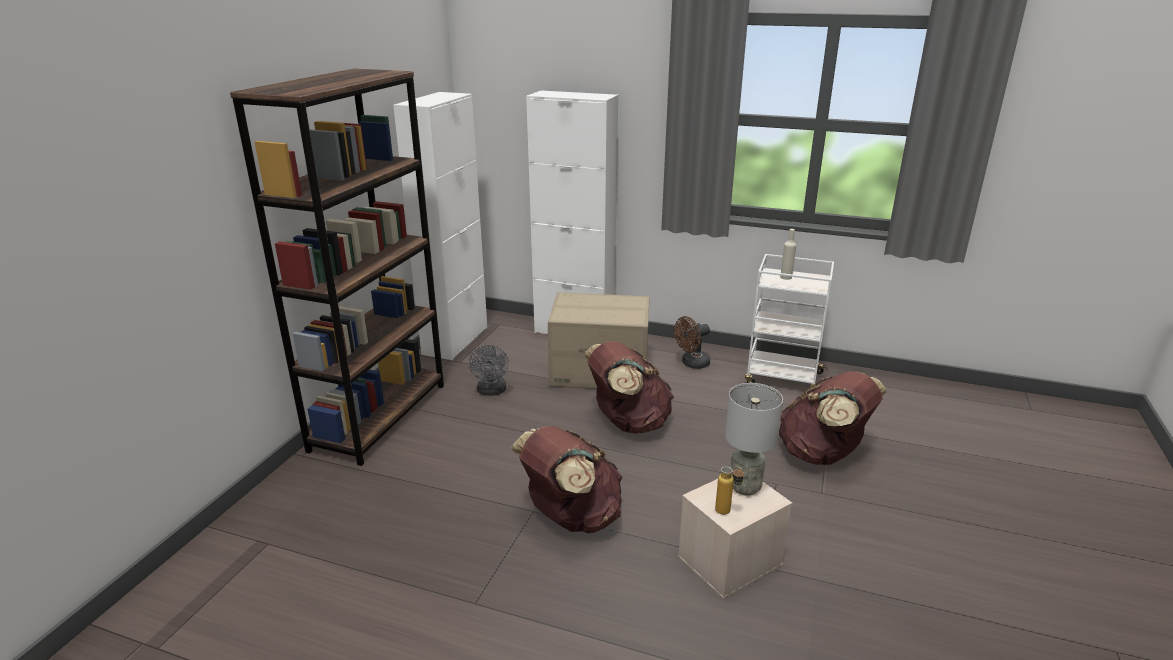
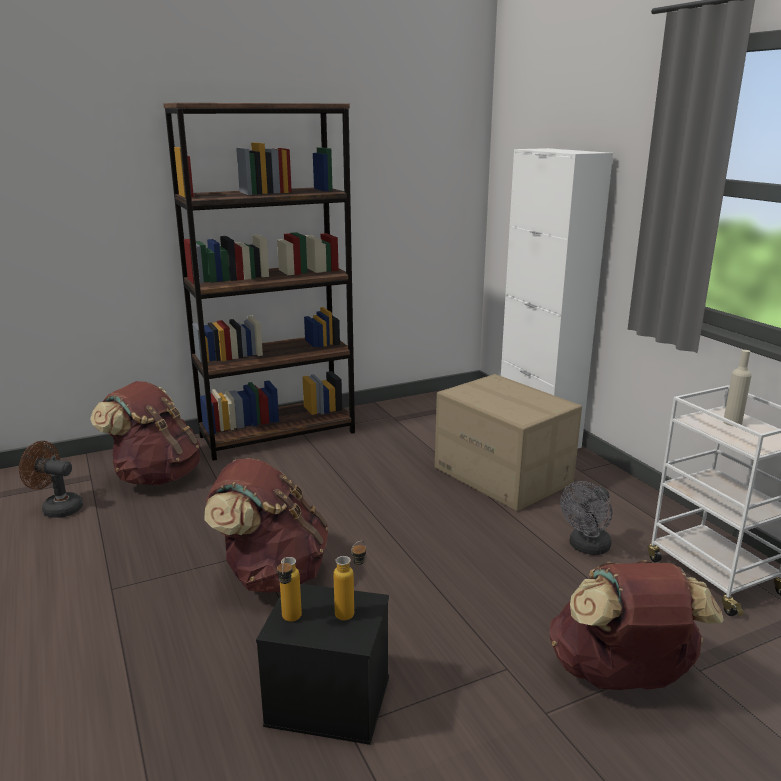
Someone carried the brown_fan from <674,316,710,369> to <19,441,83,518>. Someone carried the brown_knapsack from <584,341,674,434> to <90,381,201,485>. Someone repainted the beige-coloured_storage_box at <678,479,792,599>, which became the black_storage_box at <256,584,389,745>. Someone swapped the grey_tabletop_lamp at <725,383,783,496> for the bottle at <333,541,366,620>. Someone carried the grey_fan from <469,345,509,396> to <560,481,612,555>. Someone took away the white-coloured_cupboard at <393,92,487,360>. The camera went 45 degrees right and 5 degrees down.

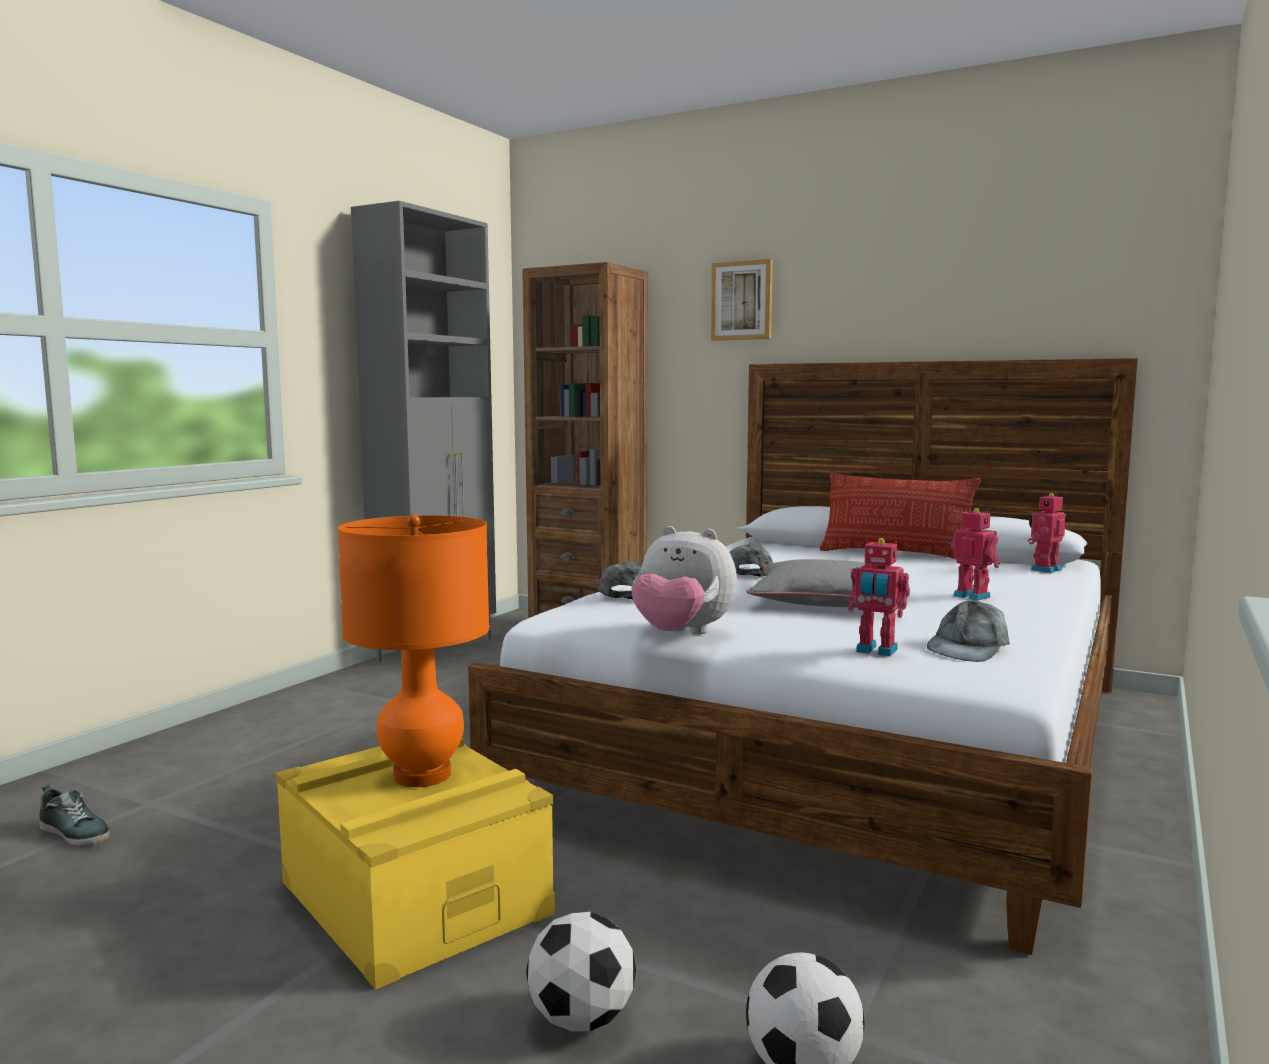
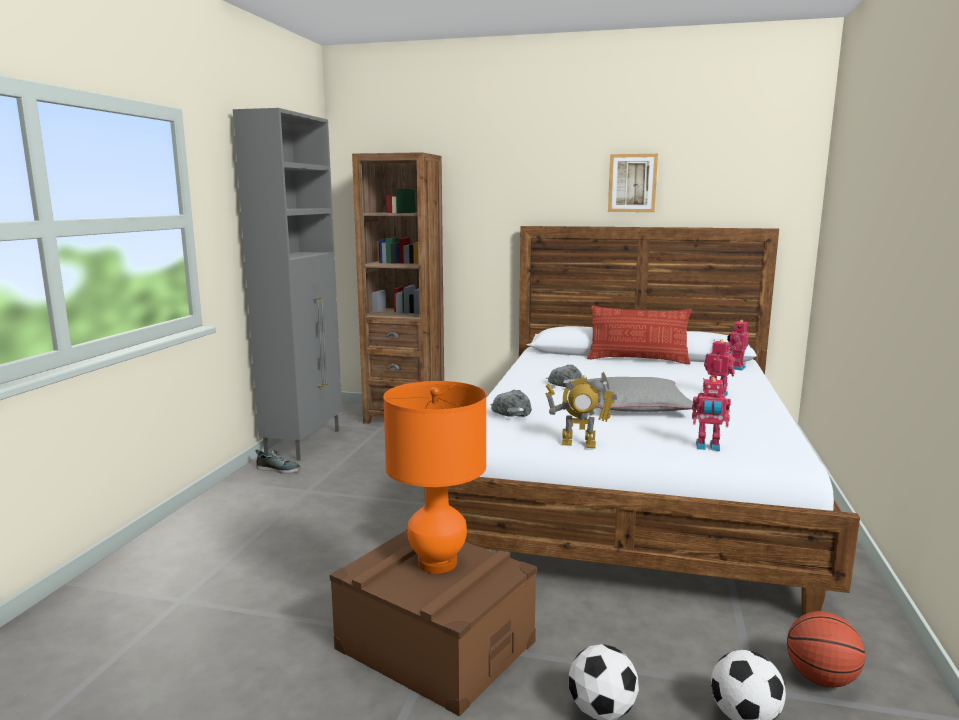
Someone carried the item_of_footwear from <39,785,110,847> to <255,449,301,474>. Someone repainted the yellowish_storage_box at <275,738,555,990>, which became the brown_storage_box at <330,528,537,716>. Someone swapped the plush_toy at <631,526,737,634> for the robot_figure at <545,371,617,448>. Someone carried the wall_picture from <711,259,773,341> to <608,154,658,212>. Someone put down the ball_for_basketball at <787,611,865,687>. Someone took away the grey_peaked_cap at <927,600,1010,662>. The camera went 15 degrees left and 5 degrees up.

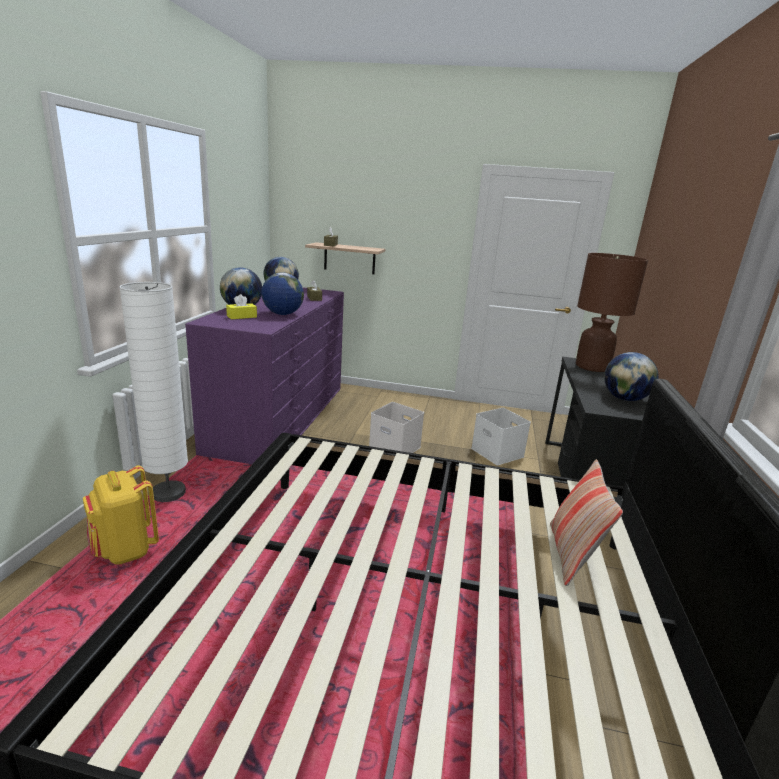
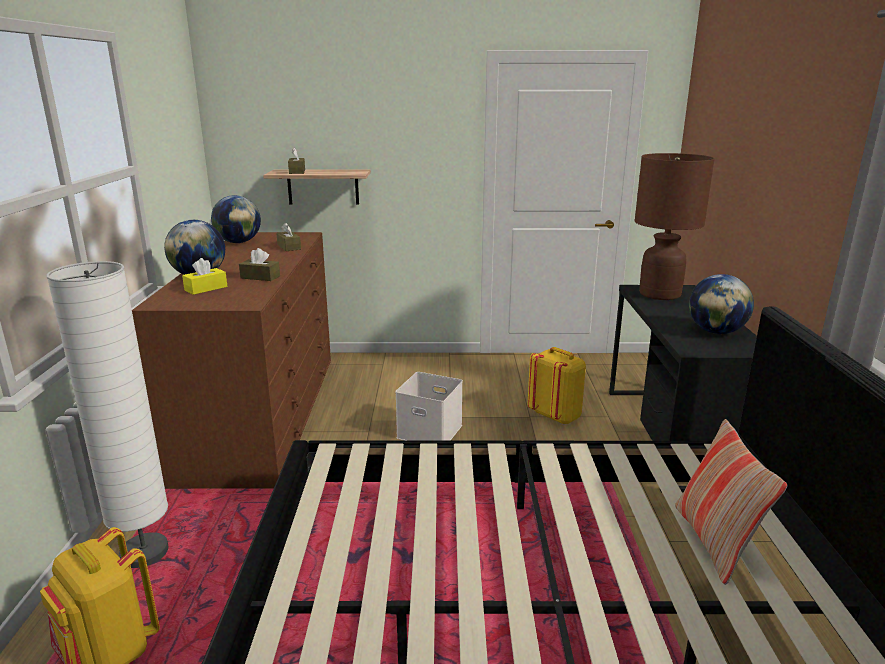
Someone repainted the purple-coloured_dresser at <185,287,344,464>, which became the brown_dresser at <132,232,331,489>. Someone swapped the globe at <261,273,304,315> for the brown_tissue_box at <239,248,280,281>. Someone swapped the white-coloured_storage_box at <471,408,531,465> for the yellowish_knapsack at <527,347,586,425>. The camera went 10 degrees left and 0 degrees up.

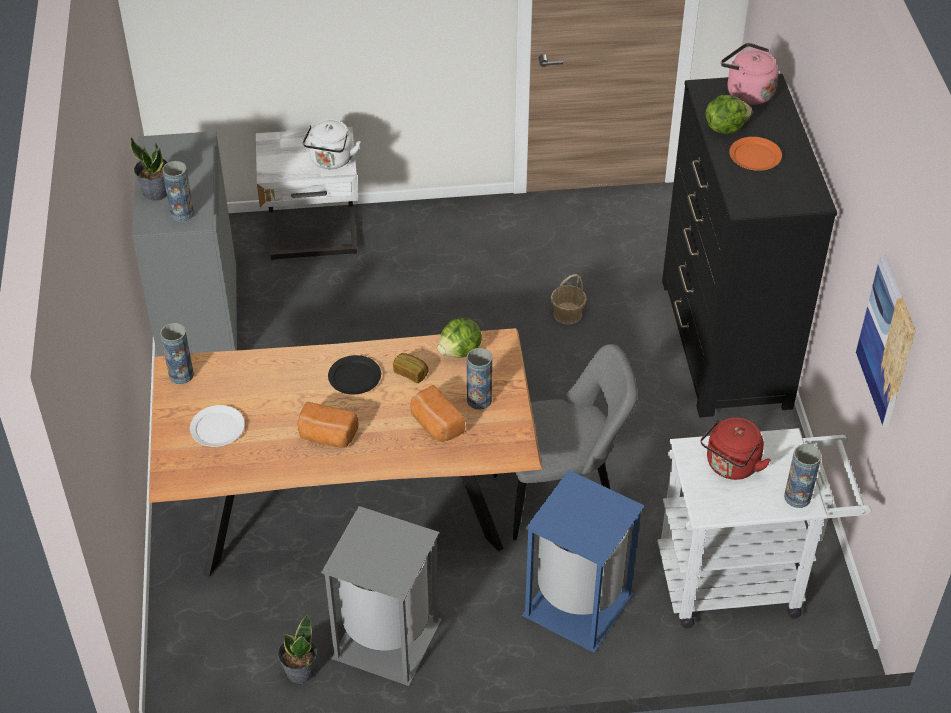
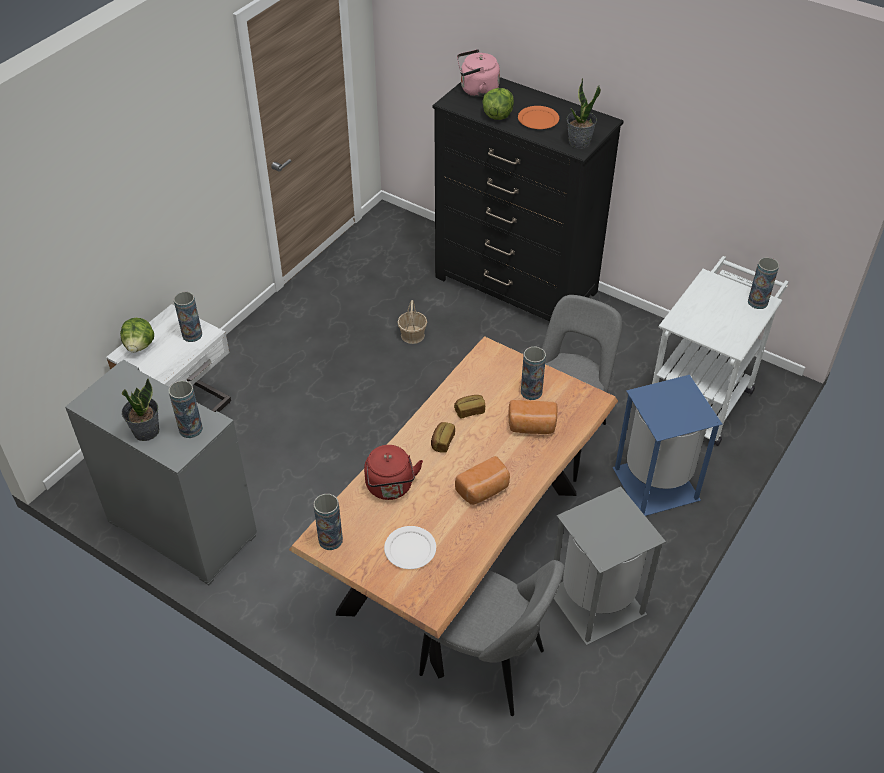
Someone carried the lettuce from <437,318,482,358> to <120,318,154,353>. Someone swapped the white-coloured_kettle at <303,119,361,169> for the flower_vase at <174,291,202,342>. Someone carried the red-coloured_kettle from <701,417,771,480> to <364,445,423,500>. Someone put down the grey_chair at <419,560,564,716>. Someone swapped the black_dinner_plate at <328,355,381,395> for the bread at <431,422,455,453>. Someone carried the houseplant from <278,614,317,684> to <567,78,601,149>. Someone took away the wall_picture at <856,255,916,427>. The camera went 50 degrees left and 0 degrees up.

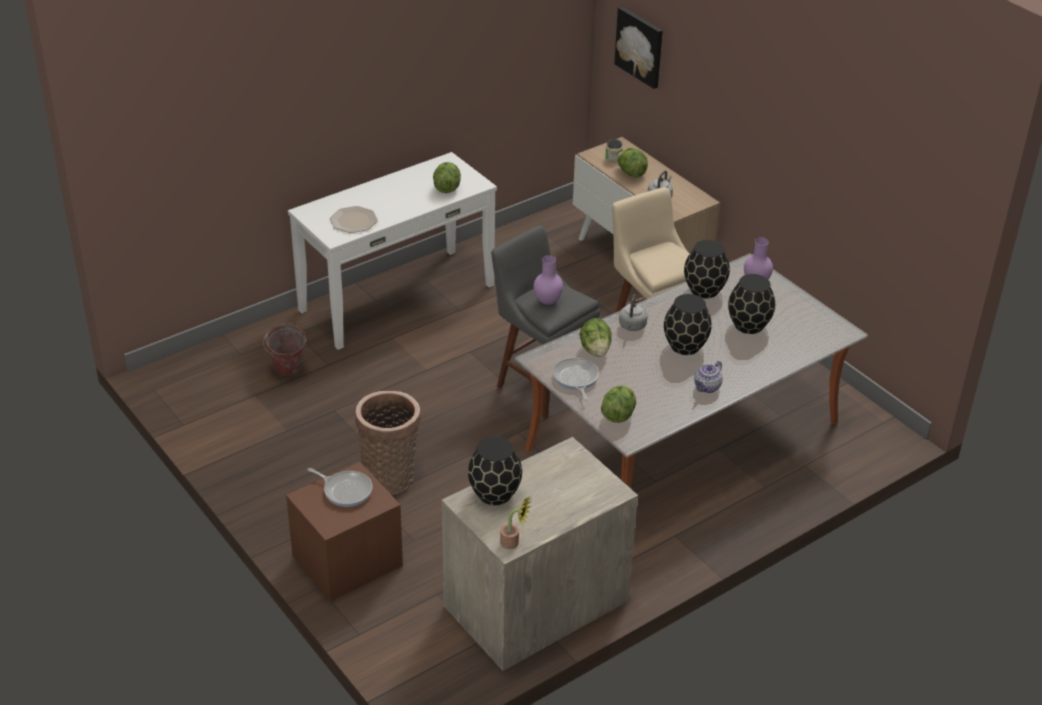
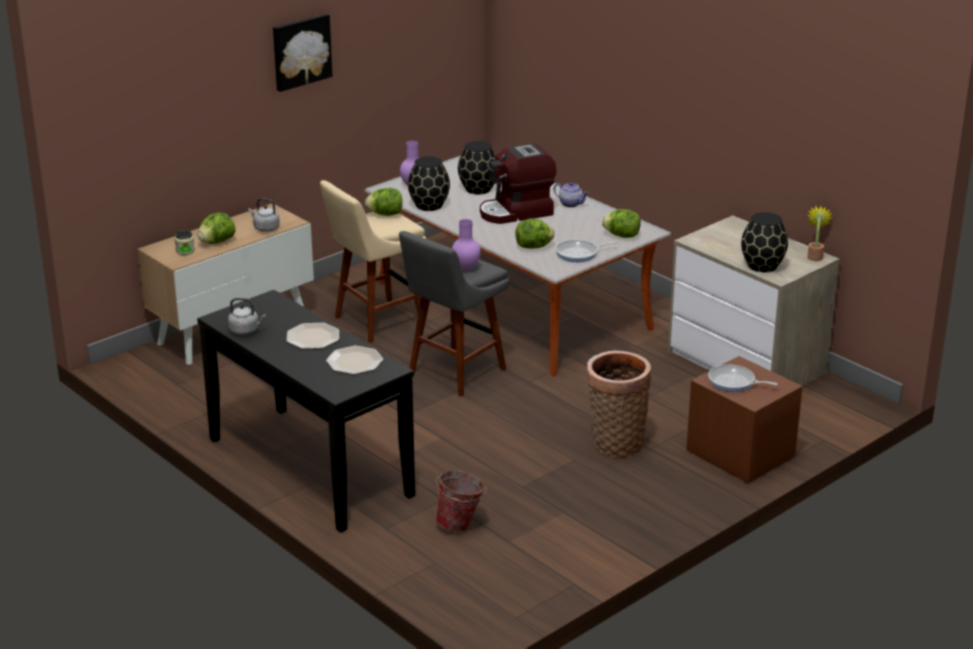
Someone repainted the white-coloured_hall_table at <288,152,497,350>, which became the black_hall_table at <197,290,415,533>. Someone carried the grey_kettle from <619,294,647,331> to <228,298,266,335>. Someone carried the wall_picture from <614,7,663,89> to <273,14,333,92>. Someone put down the dinner_plate at <286,323,339,349>. Someone carried the lettuce from <433,162,461,193> to <365,188,403,216>. Someone swapped the black_flower_vase at <664,294,712,355> for the coffee_brewer at <480,143,557,224>. Someone rotated the frying_pan at <308,468,373,507> by 90 degrees counterclockwise. The camera went 95 degrees left and 10 degrees down.

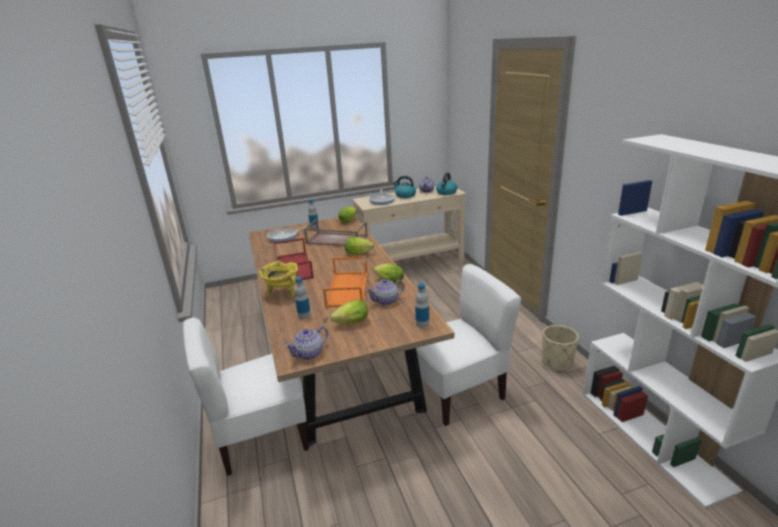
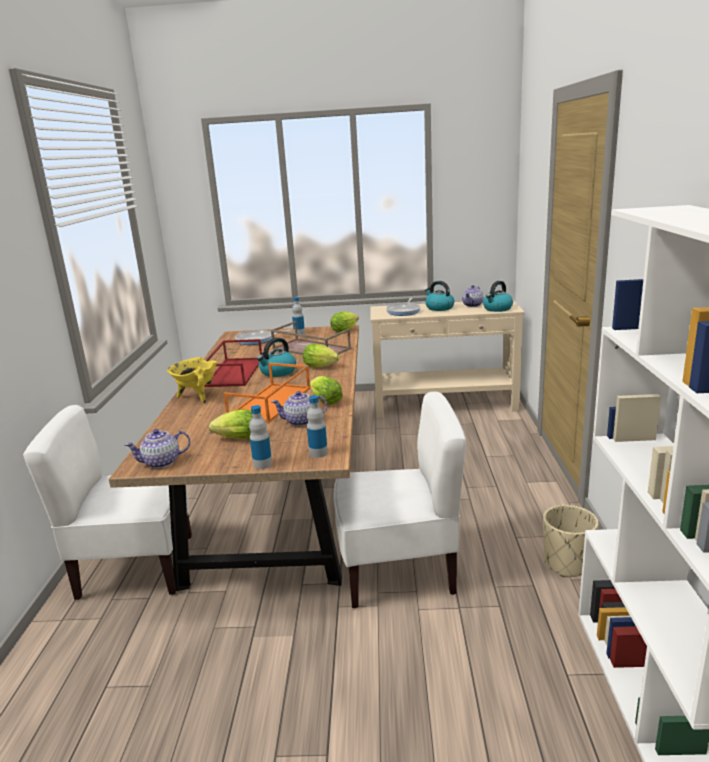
Someone carried the bottle from <295,277,311,319> to <249,405,272,469>. Someone put down the kettle at <257,337,296,377>. The camera went 20 degrees right and 5 degrees down.

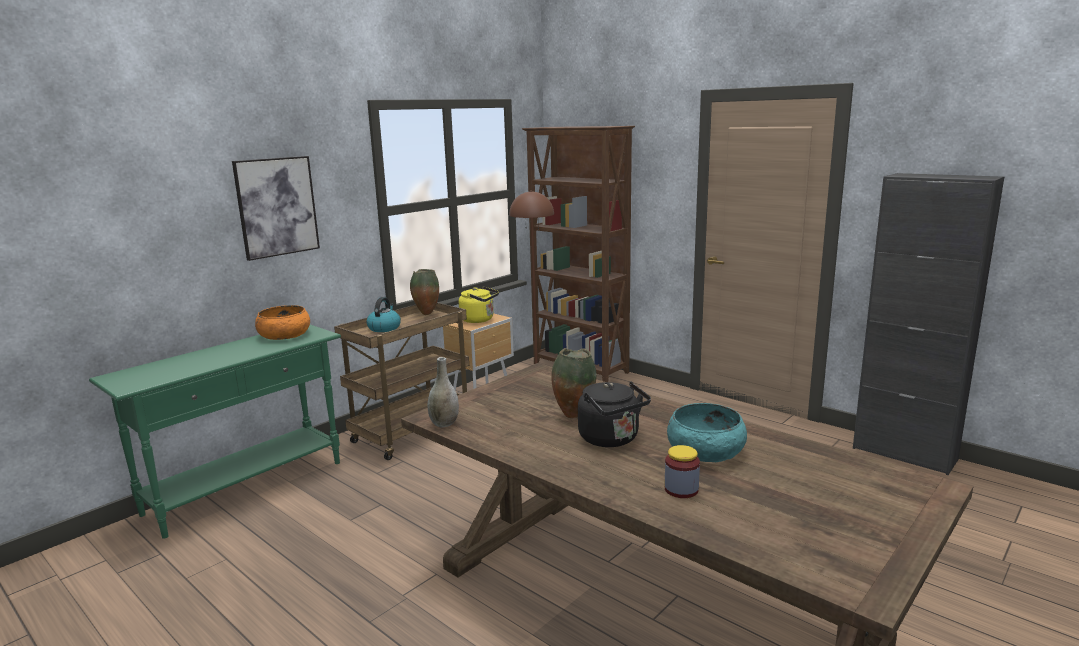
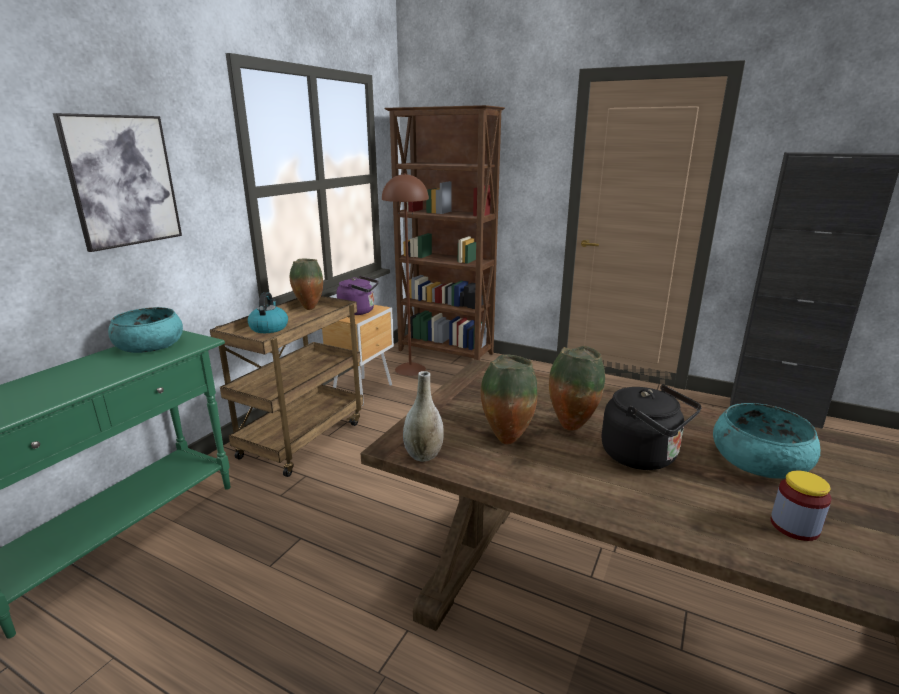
Someone repainted the orange-coloured_bowl at <255,305,310,340>, which became the blue-green_bowl at <108,307,183,353>. Someone repainted the yellowish_kettle at <459,286,499,323>, which became the purple-coloured_kettle at <337,276,379,315>. Someone put down the flower_vase at <481,354,538,445>. The camera went 15 degrees left and 5 degrees up.

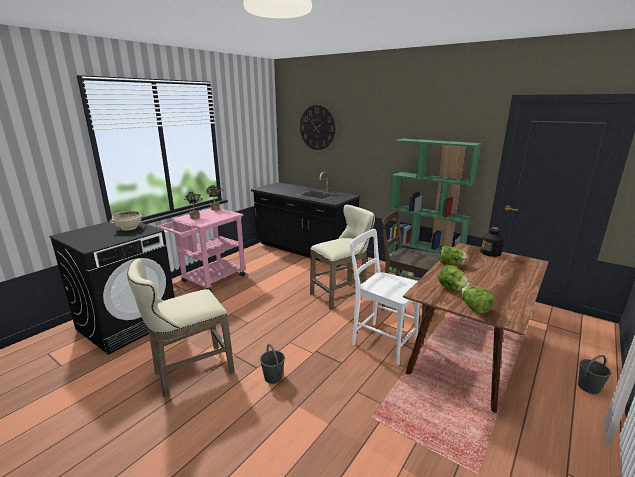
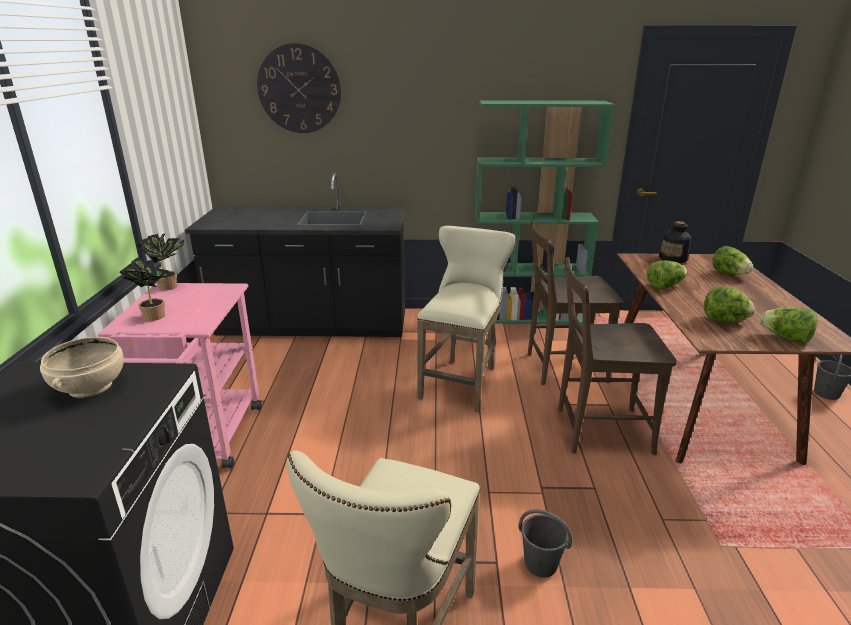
Someone repainted the white-coloured_chair at <350,229,420,365>, which became the brown_chair at <558,257,677,455>. Someone put down the lettuce at <712,246,753,275>. The camera went 35 degrees left and 5 degrees up.

